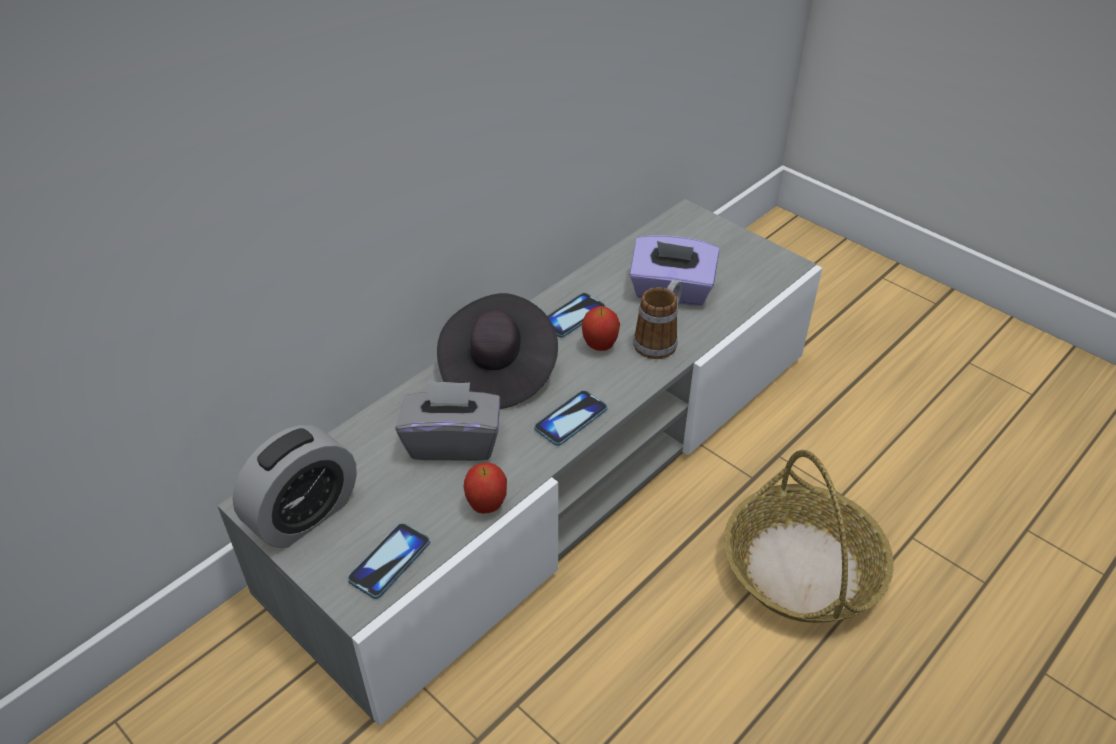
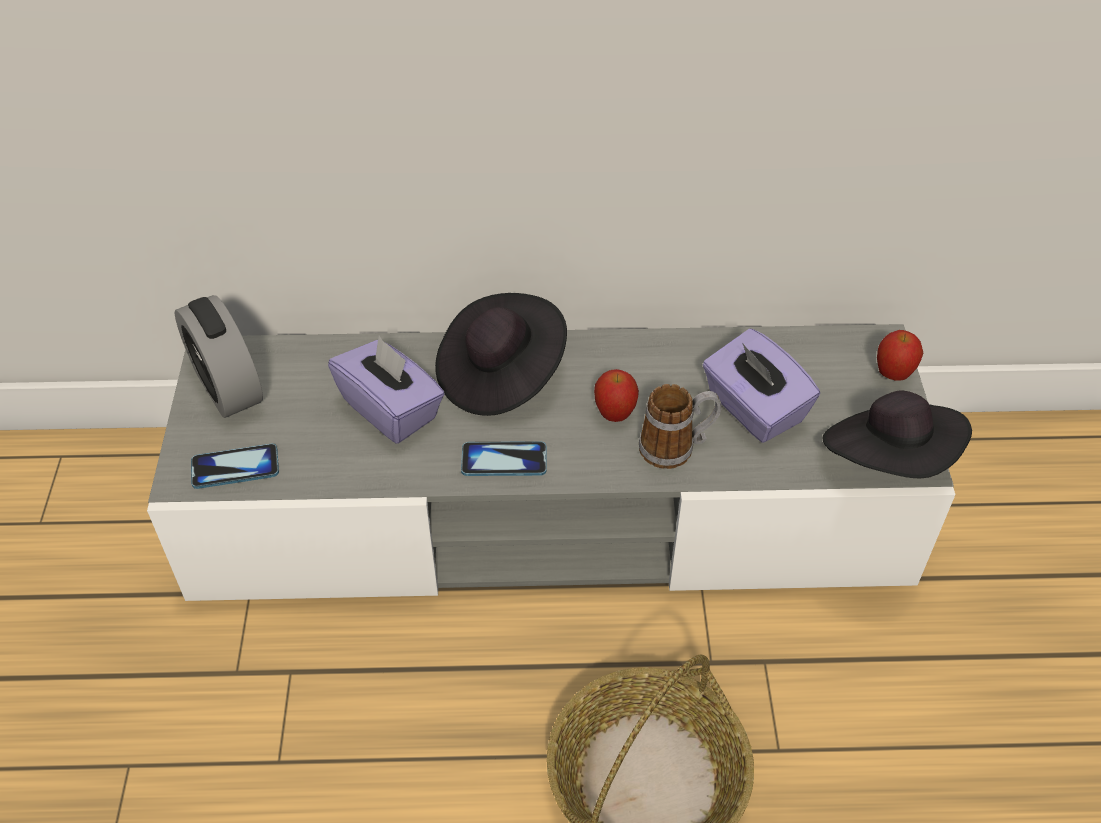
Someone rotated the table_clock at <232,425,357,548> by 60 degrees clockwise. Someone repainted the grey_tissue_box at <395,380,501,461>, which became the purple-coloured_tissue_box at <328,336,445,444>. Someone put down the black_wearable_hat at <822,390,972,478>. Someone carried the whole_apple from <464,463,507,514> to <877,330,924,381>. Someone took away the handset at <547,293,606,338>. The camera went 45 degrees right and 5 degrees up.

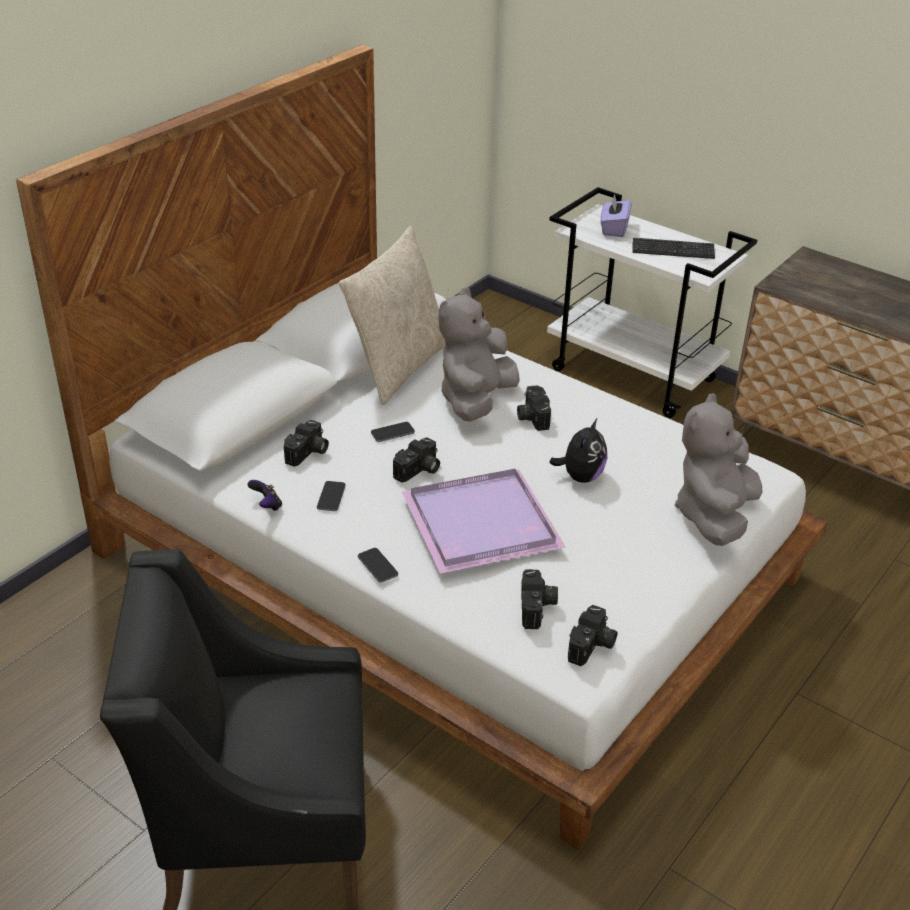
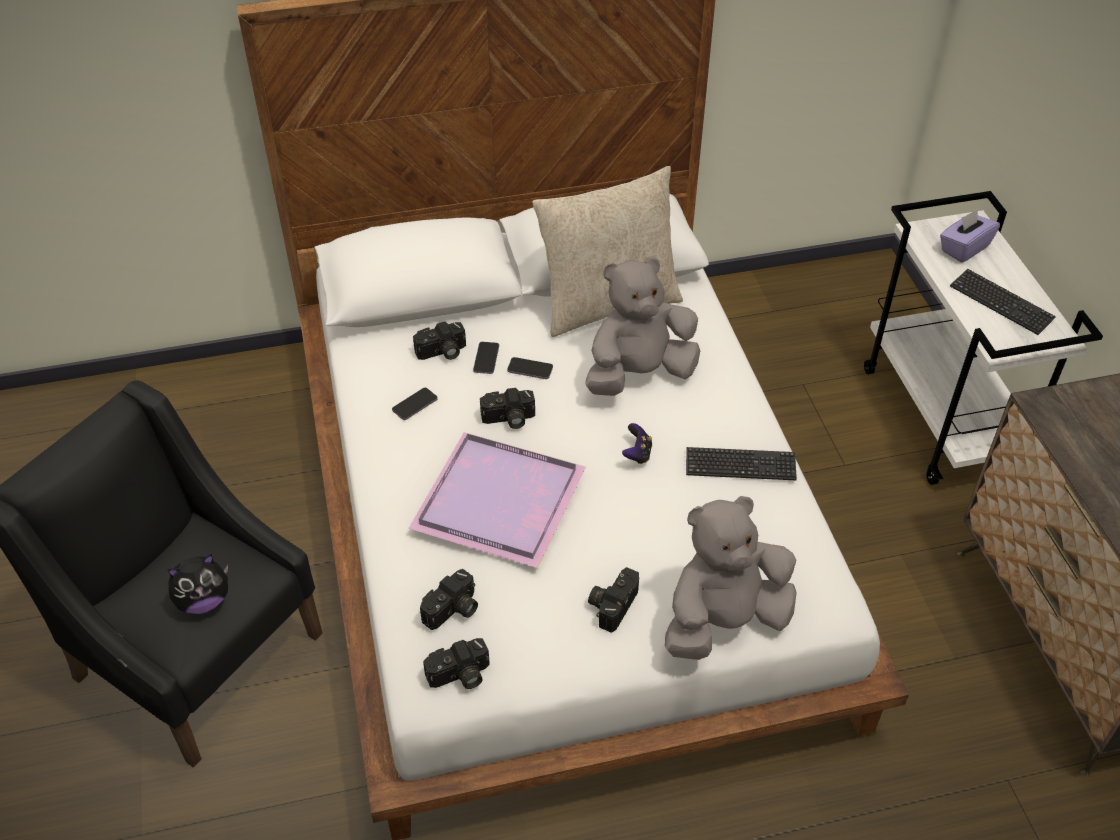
Someone carried the plush_toy from <549,419,607,483> to <167,554,228,614>. Someone carried the handset from <358,548,398,583> to <473,342,499,374>. Someone carried the photo_camera from <517,385,551,431> to <588,567,639,633>. Someone carried the game_controller from <247,480,282,511> to <622,423,652,464>. Someone put down the PC_keyboard at <686,447,797,480>. The camera went 40 degrees right and 10 degrees up.

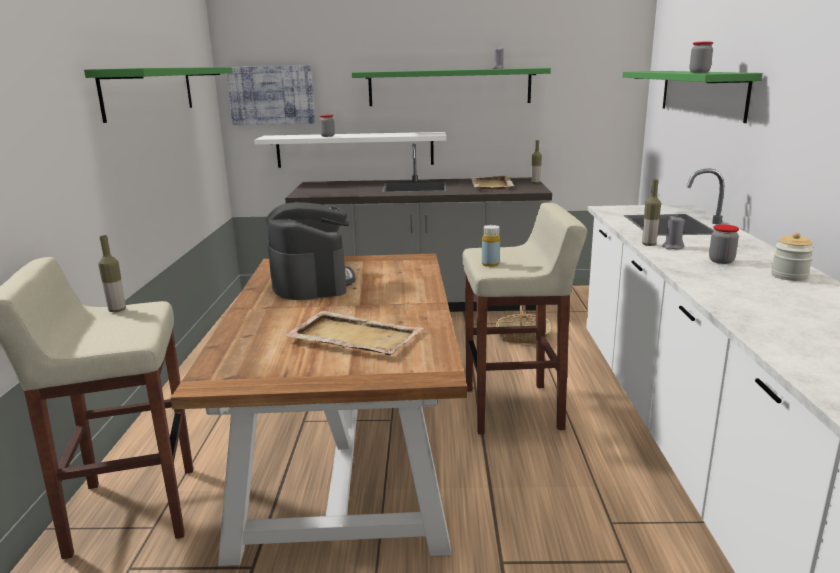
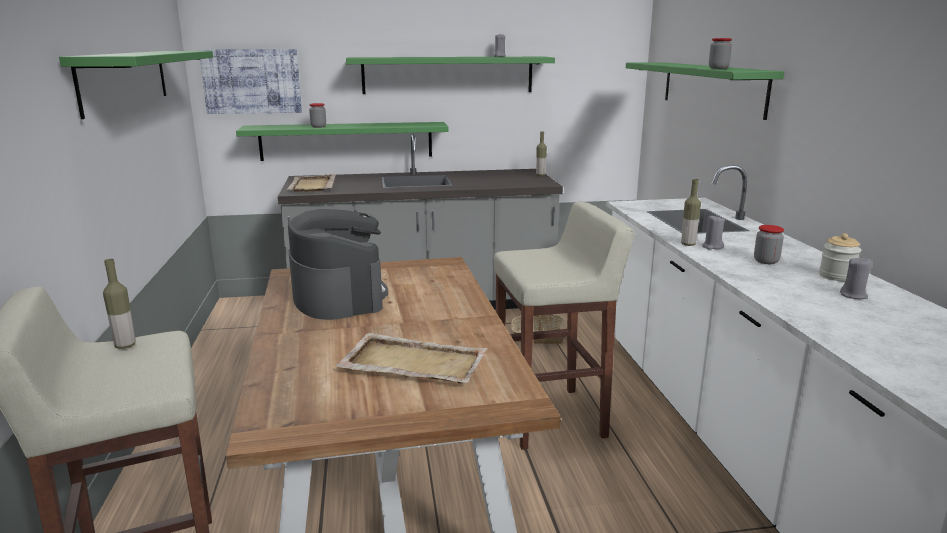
Someone repainted the white-coloured_wall_shelf at <254,132,446,168>, which became the green_wall_shelf at <236,122,449,161>. Someone carried the beige-coloured_serving_tray from <471,176,514,189> to <286,174,336,192>. Someone put down the grey_wax_candle at <840,257,871,299>. Someone took away the yellowish_bottle at <482,225,500,267>. The camera went 10 degrees left and 0 degrees up.

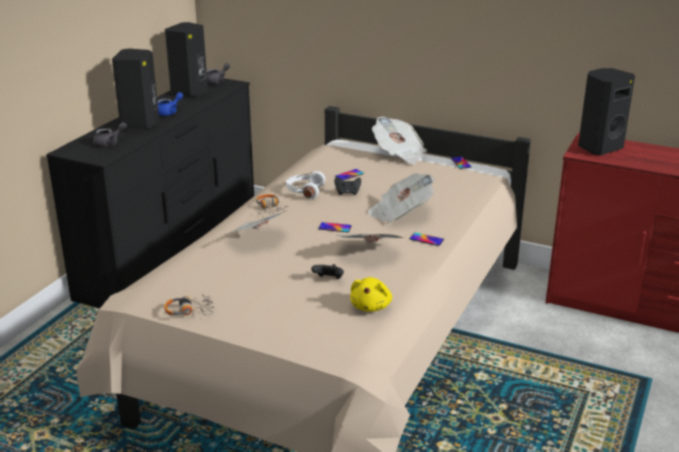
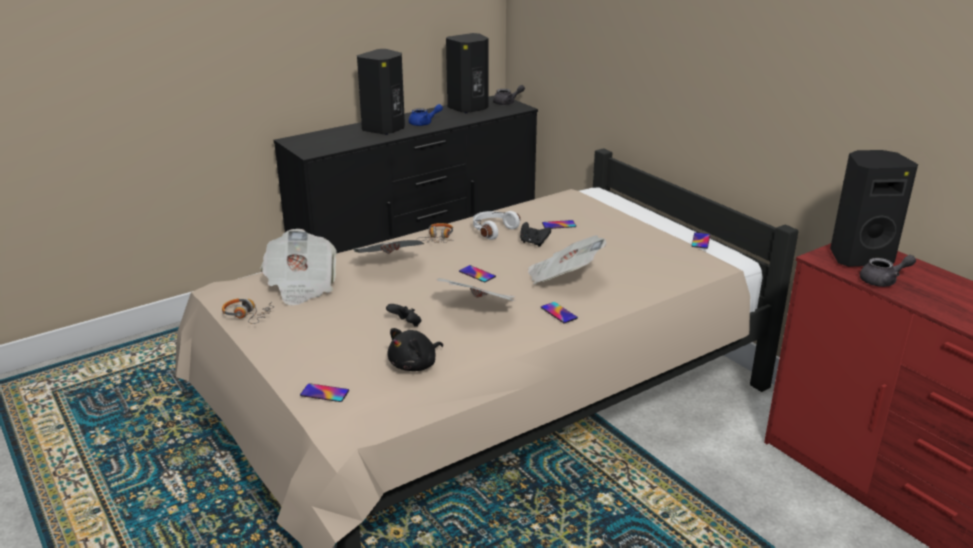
Someone carried the daily_paper from <372,116,427,164> to <260,229,337,306>. Someone put down the handset at <300,383,349,402>. Someone repainted the yellowish_plush_toy at <350,277,392,312>, which became the black_plush_toy at <388,328,443,371>. Someone carried the grey_tea_pot from <93,122,127,147> to <860,255,916,287>. The camera went 30 degrees right and 0 degrees up.

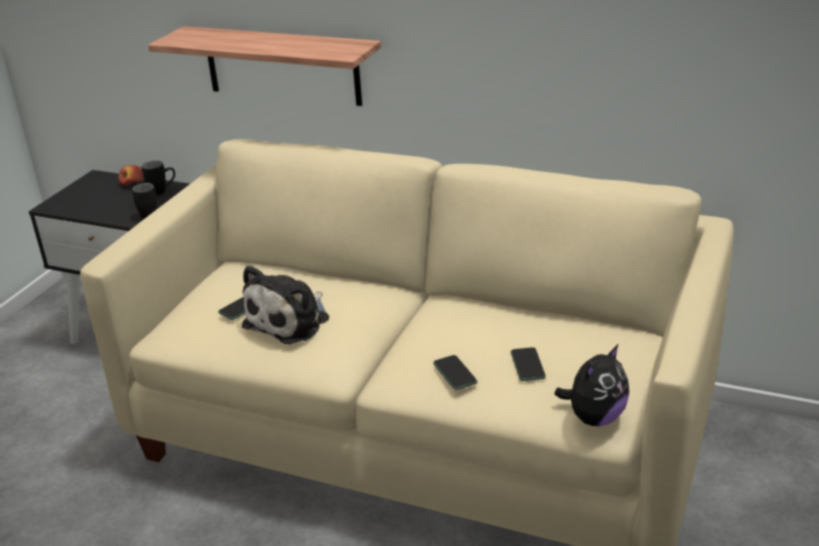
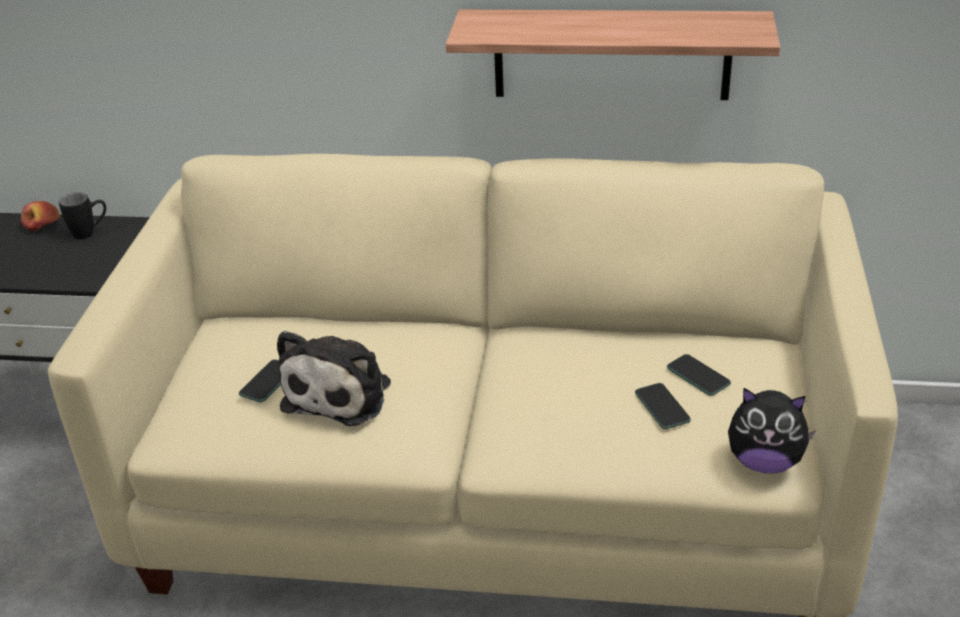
Someone carried the wall_shelf from <148,26,381,106> to <446,10,780,100>. Someone carried the handset from <433,355,477,390> to <667,354,731,396>. Someone rotated the plush_toy at <554,344,629,426> by 75 degrees clockwise. Someone took away the black_tea_mug at <132,183,157,219>. The camera went 15 degrees left and 5 degrees up.

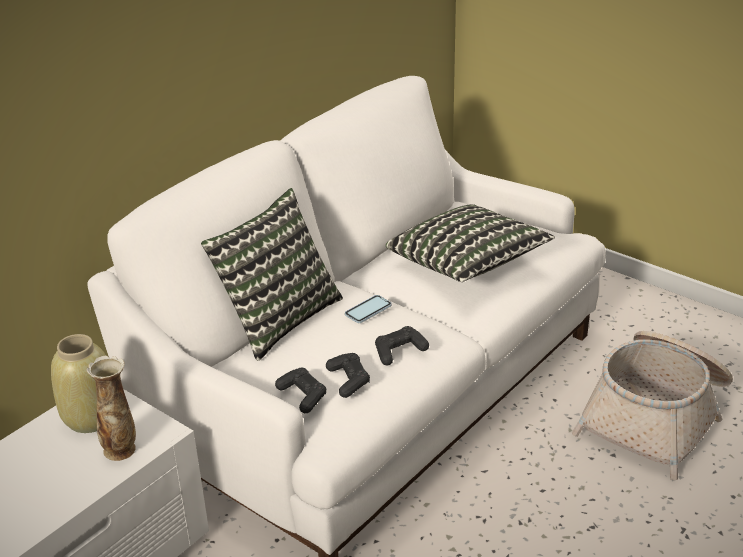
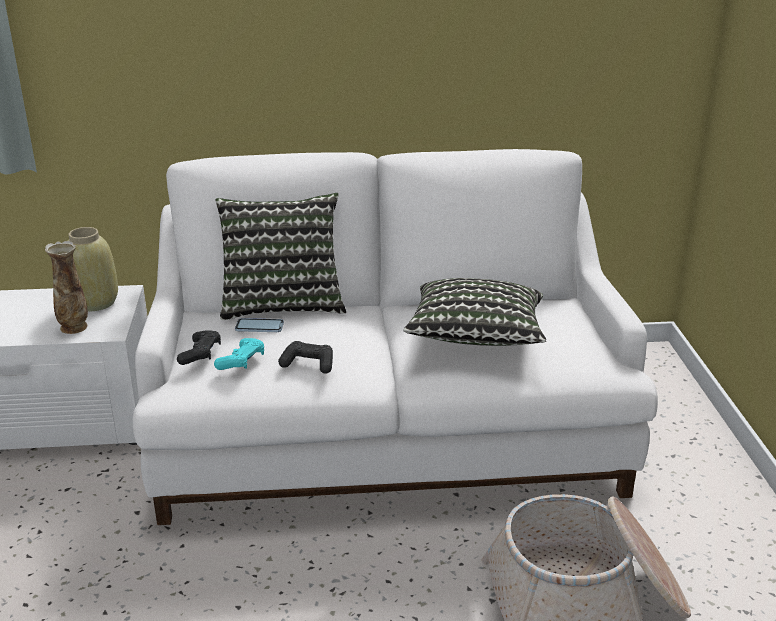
Someone repainted the black_game_controller at <326,353,370,398>, which became the blue-green_game_controller at <214,338,264,370>. Someone carried the handset from <345,295,392,323> to <235,318,284,332>. The camera went 45 degrees right and 5 degrees down.

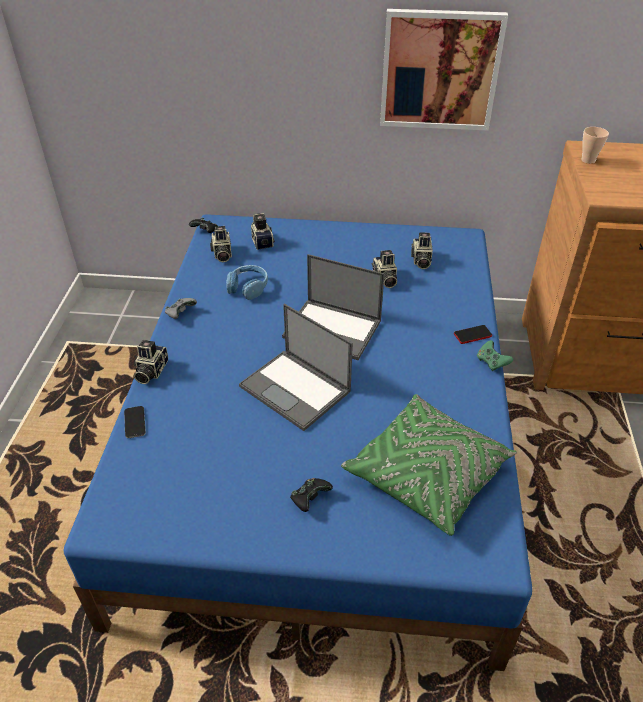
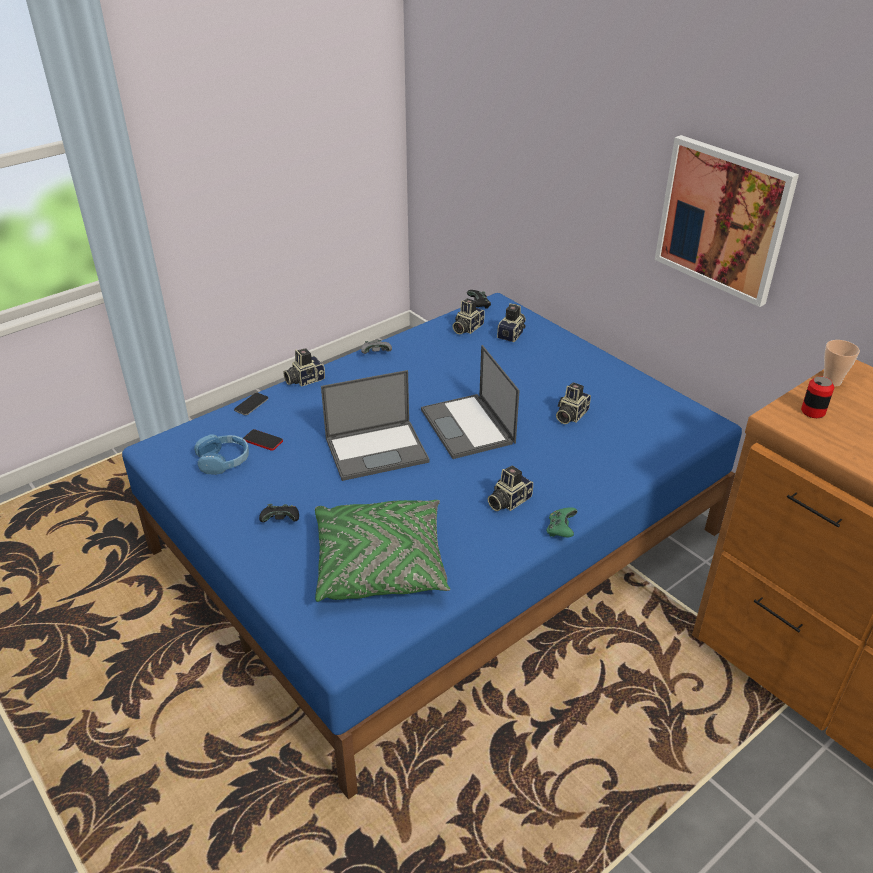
Someone carried the bluish_headphones from <226,265,268,300> to <194,434,249,475>. Someone carried the handset from <454,325,492,344> to <243,429,283,451>. Someone rotated the notebook_computer at <239,304,353,431> by 105 degrees counterclockwise. Someone carried the photo_camera from <411,232,433,269> to <488,465,533,511>. Someone put down the metal_can at <801,376,834,418>. The camera went 45 degrees right and 5 degrees down.

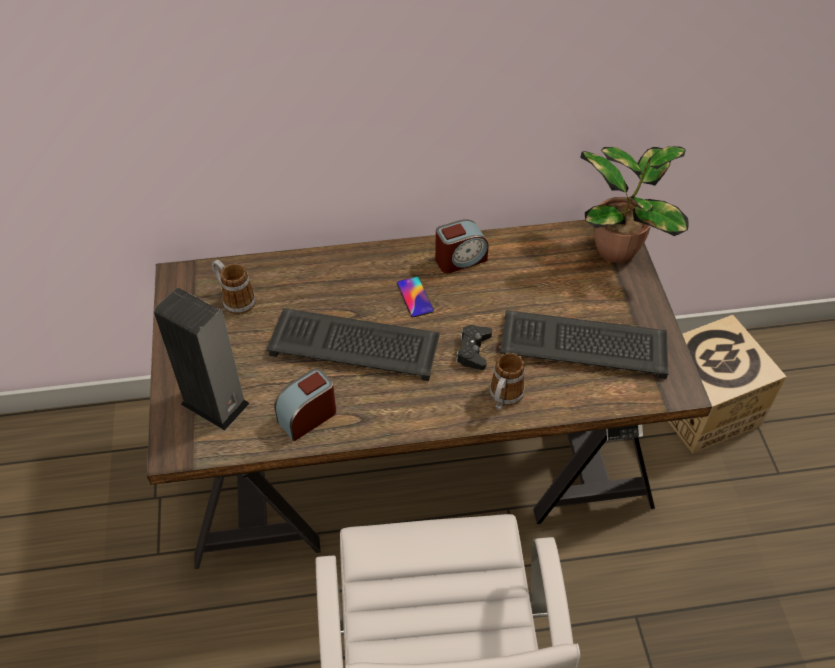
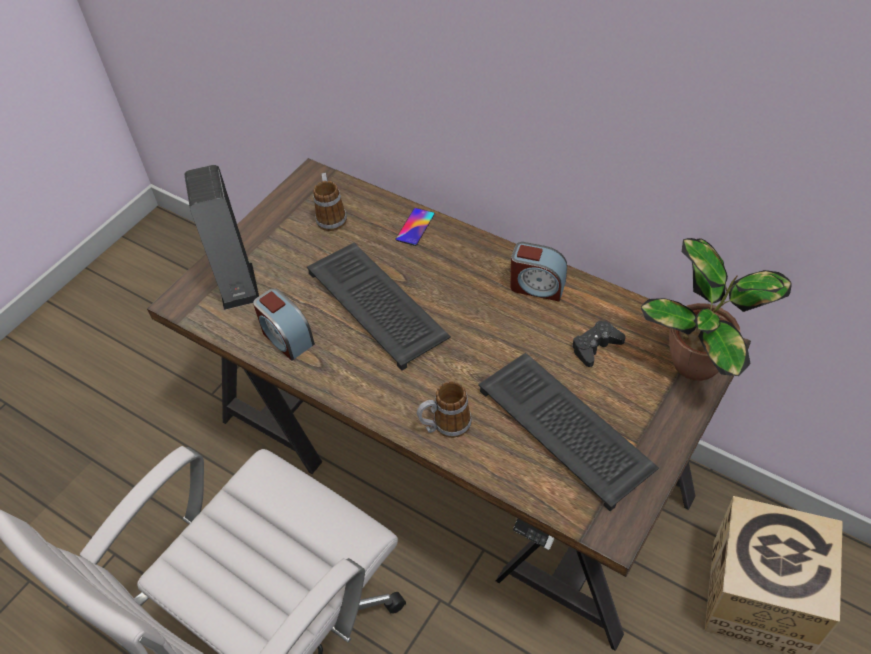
Someone rotated the table_clock at <274,368,336,441> by 135 degrees counterclockwise. Someone carried the handset from <397,277,434,317> to <395,208,435,246>. Someone carried the black_game_controller from <456,325,492,370> to <572,320,625,367>. The camera went 45 degrees right and 0 degrees up.

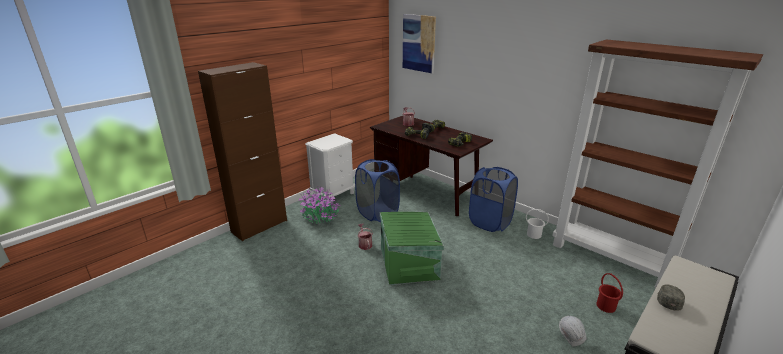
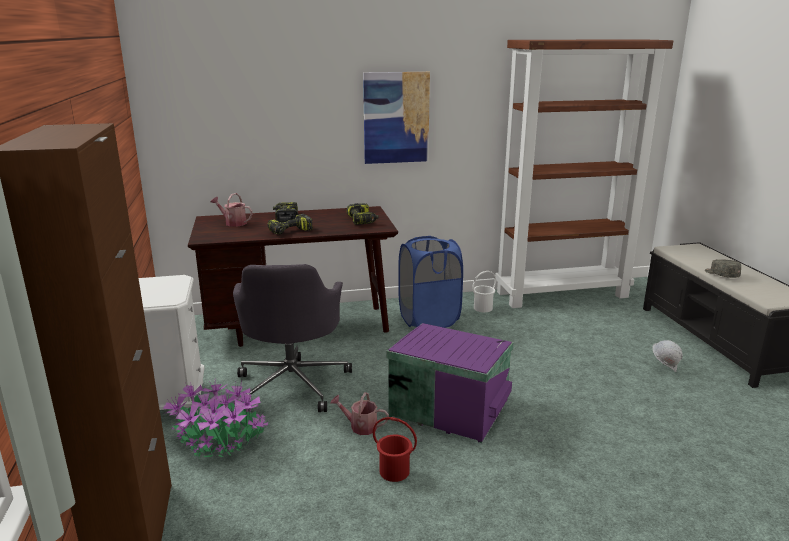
Someone swapped the bluish_hamper at <355,159,400,222> for the grey_computer_chair at <233,264,352,412>. Someone carried the wall_picture from <403,14,436,73> to <363,72,430,164>. Someone carried the red-coloured_bucket from <596,273,623,313> to <373,417,417,482>. Someone repainted the green_storage_box at <380,212,444,285>, which became the purple-coloured_storage_box at <386,323,514,443>. The camera went 55 degrees left and 5 degrees down.

